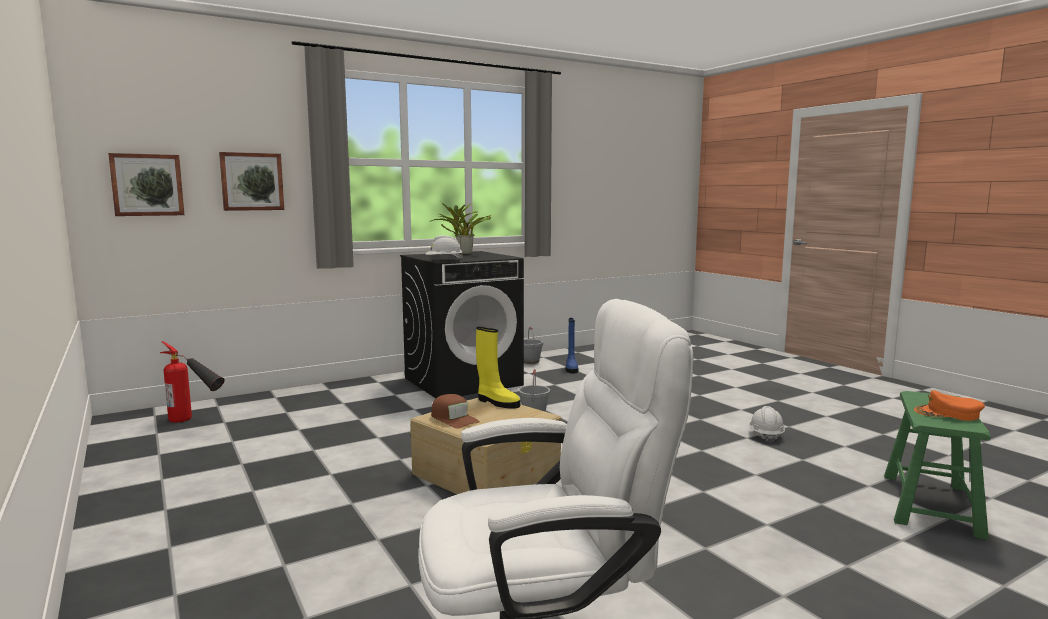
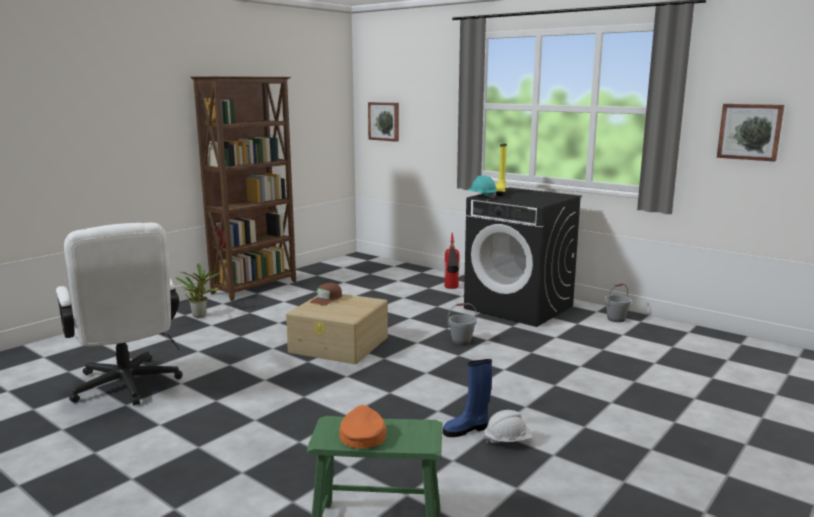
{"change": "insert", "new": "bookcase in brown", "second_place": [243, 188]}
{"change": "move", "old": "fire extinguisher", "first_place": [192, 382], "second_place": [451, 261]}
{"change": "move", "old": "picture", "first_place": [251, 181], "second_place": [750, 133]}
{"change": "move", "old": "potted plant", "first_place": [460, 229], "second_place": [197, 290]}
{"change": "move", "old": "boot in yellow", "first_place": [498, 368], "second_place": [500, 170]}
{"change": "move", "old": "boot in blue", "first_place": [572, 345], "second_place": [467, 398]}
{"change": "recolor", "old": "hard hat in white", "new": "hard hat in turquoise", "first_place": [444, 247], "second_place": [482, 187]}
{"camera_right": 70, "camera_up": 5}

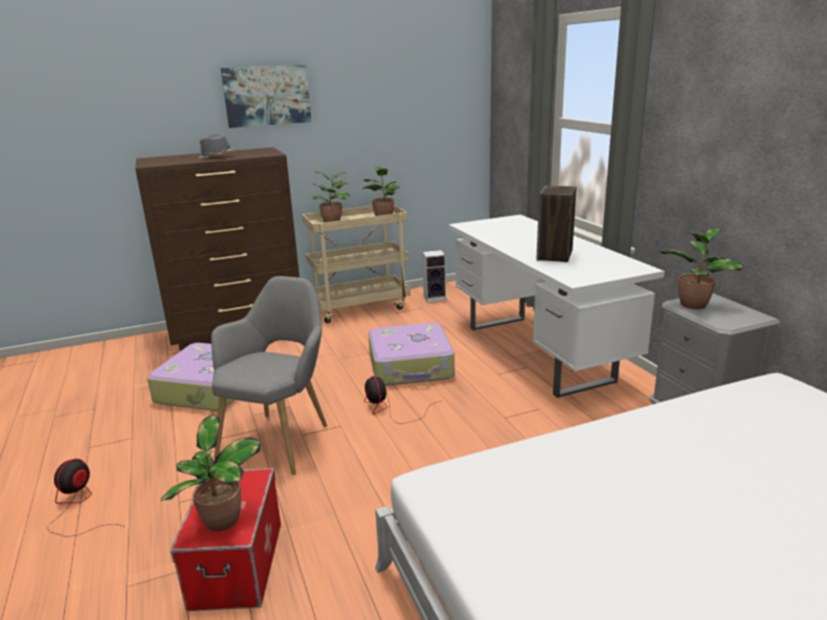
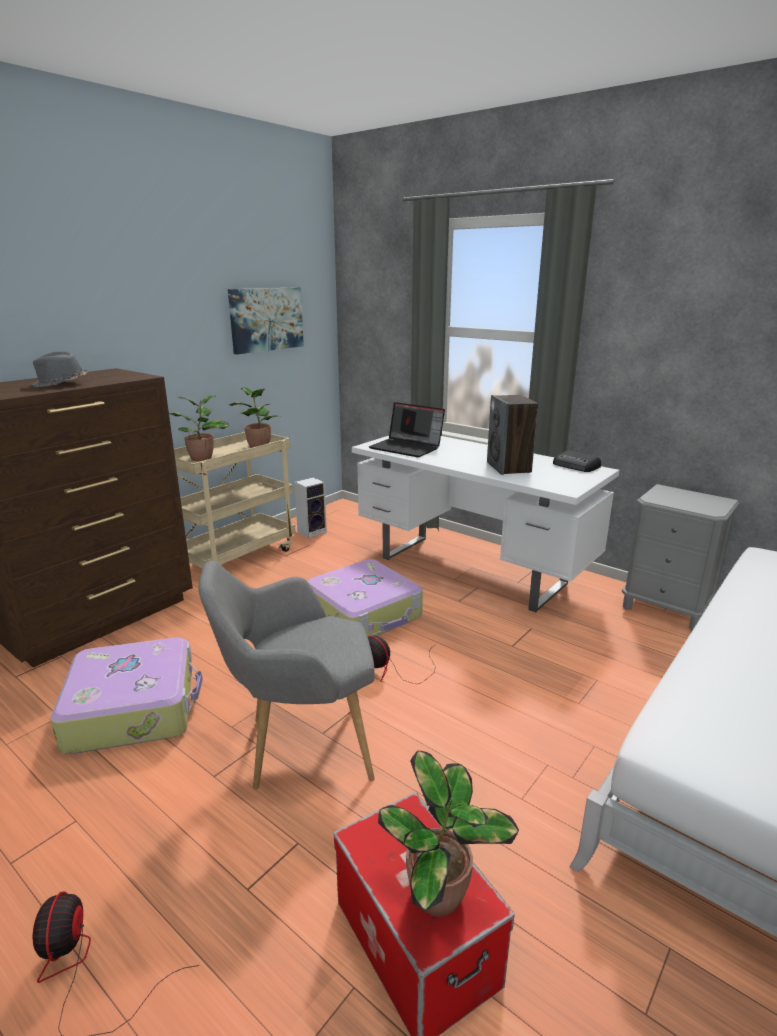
{"change": "delete", "old": "potted plant", "first_place": [701, 268]}
{"change": "insert", "new": "laptop", "second_place": [407, 429]}
{"change": "insert", "new": "radio", "second_place": [577, 461]}
{"change": "move", "old": "picture", "first_place": [266, 96], "second_place": [266, 320]}
{"change": "rotate", "old": "armchair in grey", "first_place": [269, 375], "second_place": [286, 675], "degrees": -90}
{"camera_right": -30, "camera_up": 0}

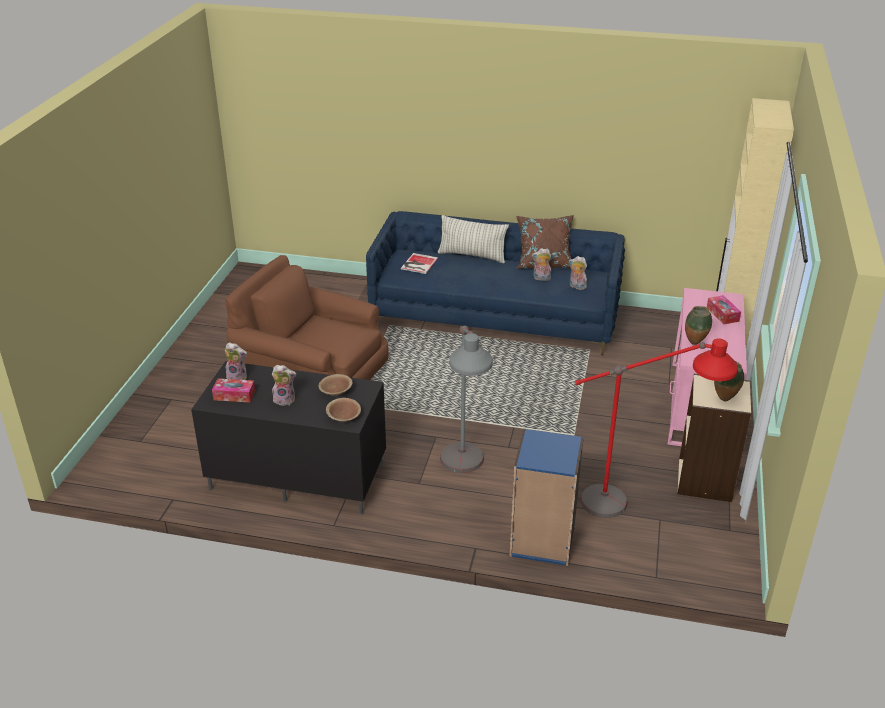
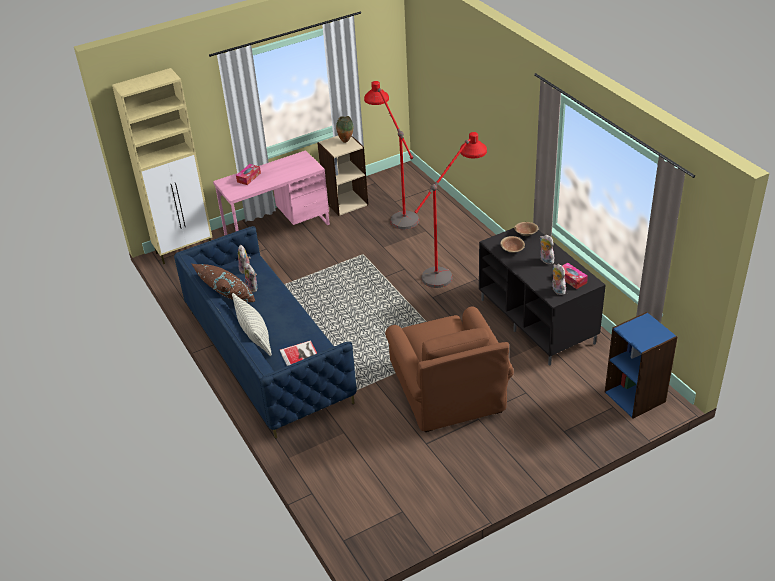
{"change": "delete", "old": "vase", "first_place": [698, 325]}
{"change": "move", "old": "bookcase in blue", "first_place": [546, 497], "second_place": [641, 365]}
{"change": "recolor", "old": "floor lamp in grey", "new": "floor lamp in red", "first_place": [466, 399], "second_place": [450, 210]}
{"camera_right": -130, "camera_up": 5}

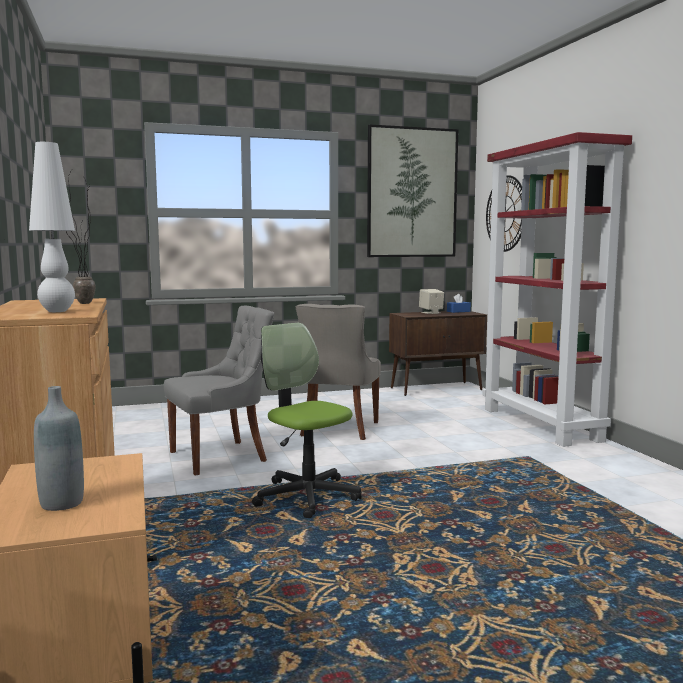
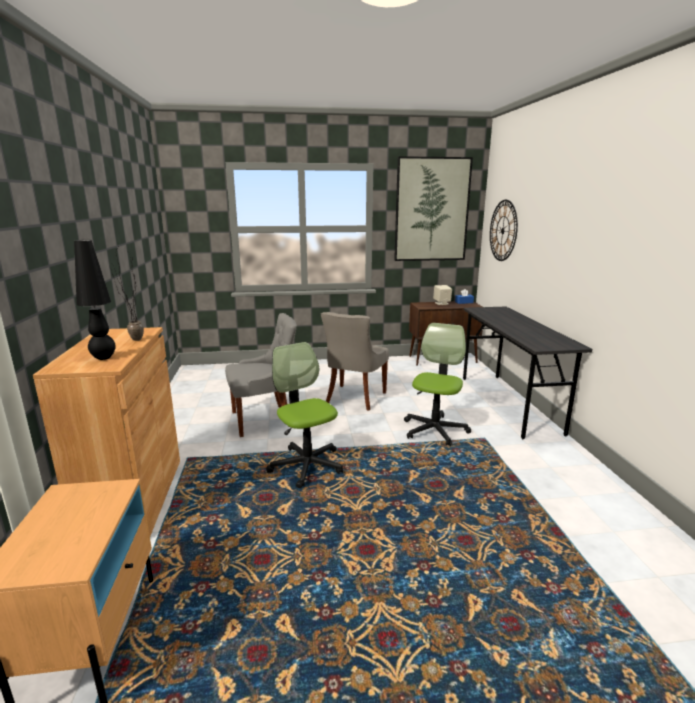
{"change": "delete", "old": "bottle in grey", "first_place": [59, 448]}
{"change": "insert", "new": "office chair", "second_place": [437, 384]}
{"change": "replace", "old": "bookcase in red", "new": "desk in grey", "first_place": [557, 289], "second_place": [527, 373]}
{"change": "recolor", "old": "table lamp in white", "new": "table lamp in black", "first_place": [52, 227], "second_place": [95, 300]}
{"camera_right": 10, "camera_up": 10}

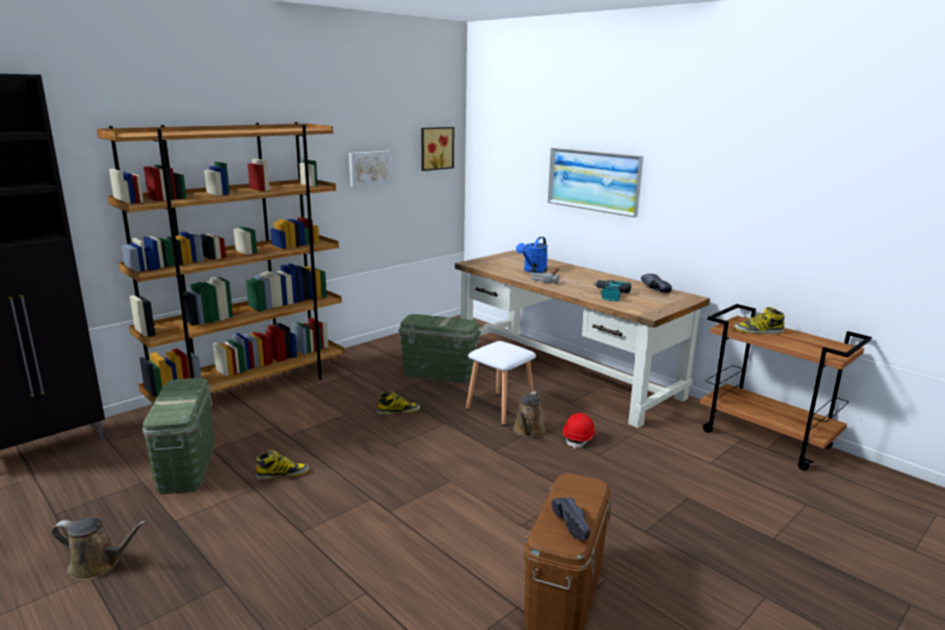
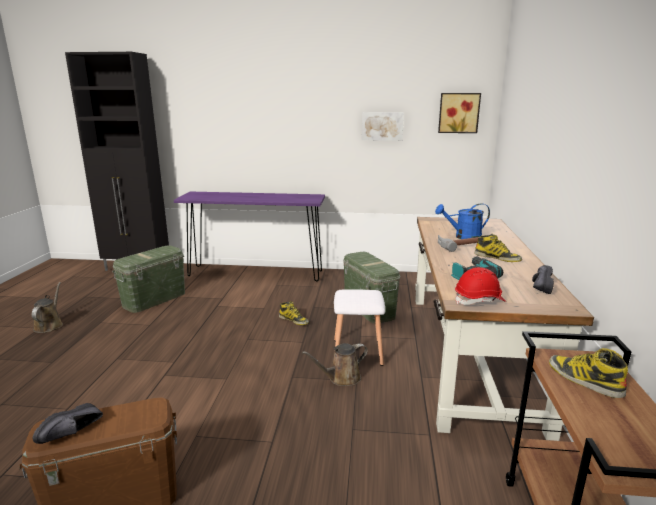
{"change": "delete", "old": "picture", "first_place": [596, 182]}
{"change": "move", "old": "boot", "first_place": [283, 465], "second_place": [498, 248]}
{"change": "move", "old": "hard hat in red", "first_place": [579, 431], "second_place": [480, 286]}
{"change": "replace", "old": "bookcase in brown", "new": "console table in purple", "first_place": [220, 263], "second_place": [249, 236]}
{"change": "rotate", "old": "watering can in brown", "first_place": [99, 549], "second_place": [47, 307], "degrees": -150}
{"camera_right": 50, "camera_up": 0}

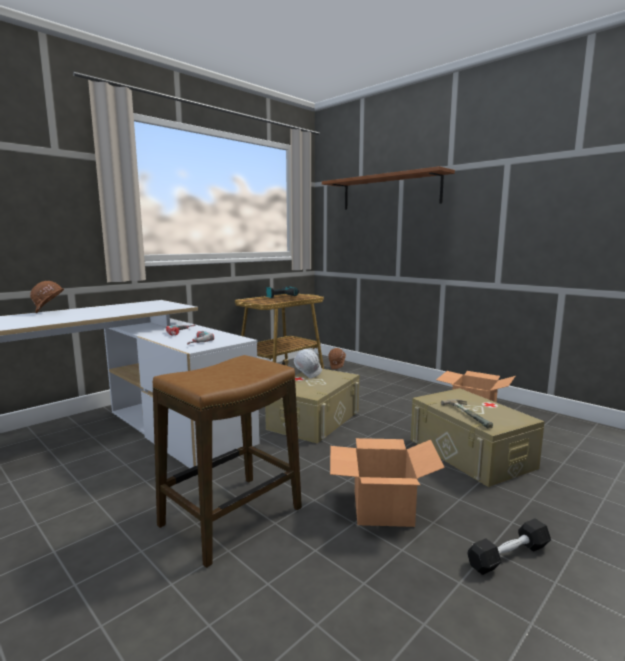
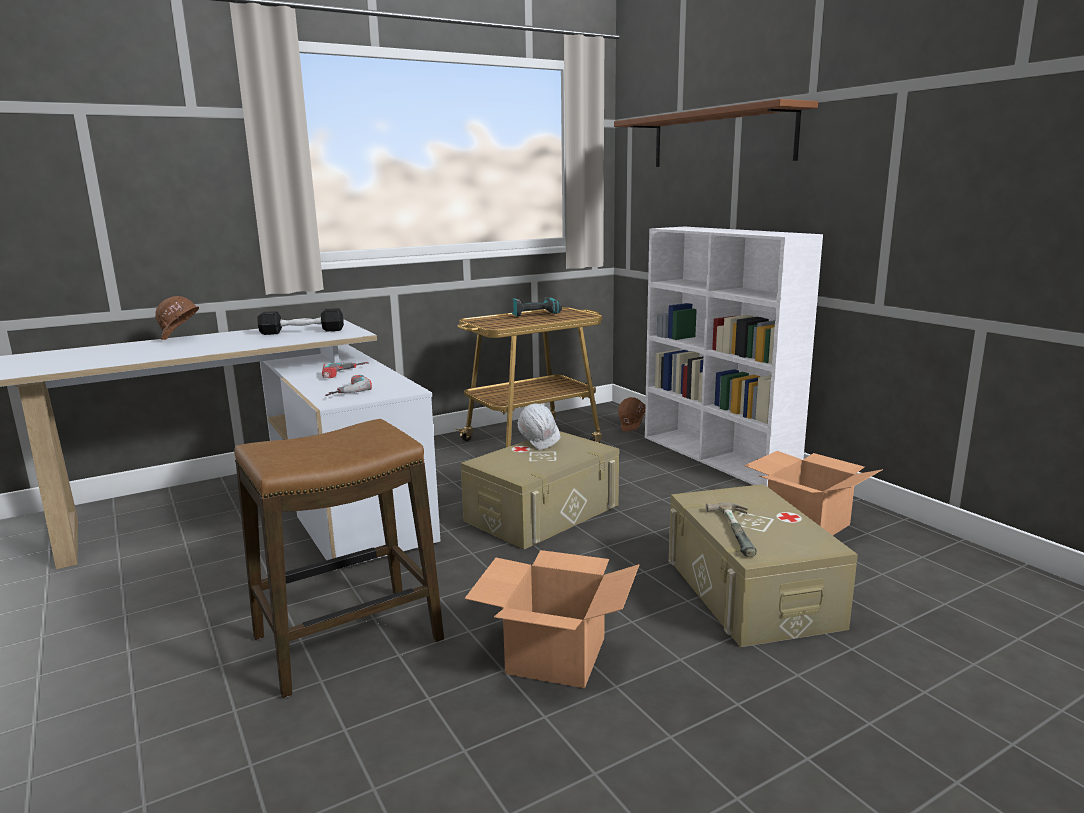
{"change": "insert", "new": "bookcase in white", "second_place": [734, 357]}
{"change": "move", "old": "dumbbell in black", "first_place": [509, 547], "second_place": [300, 321]}
{"camera_right": 15, "camera_up": 5}

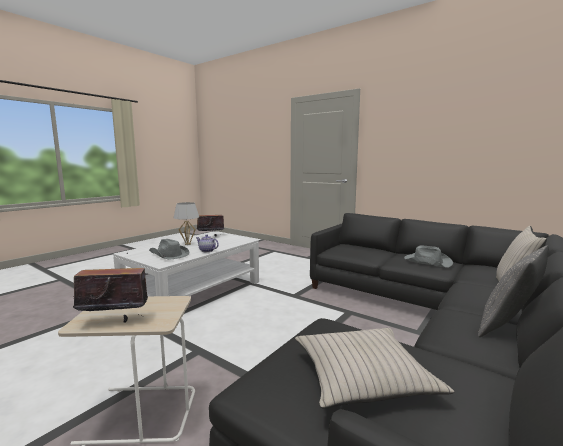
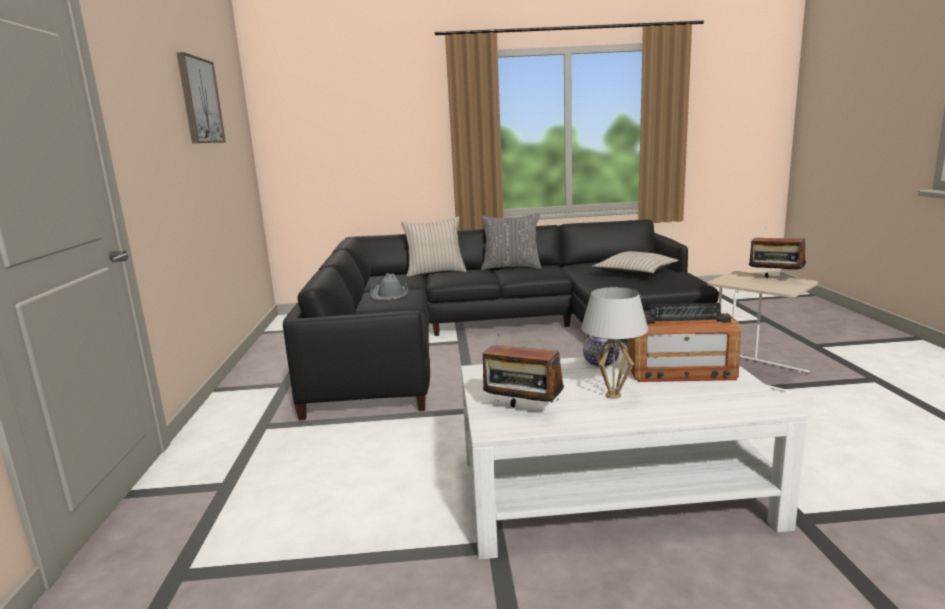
{"change": "insert", "new": "picture", "second_place": [201, 97]}
{"change": "replace", "old": "hat in grey", "new": "radio", "first_place": [169, 249], "second_place": [684, 342]}
{"camera_right": -130, "camera_up": 5}

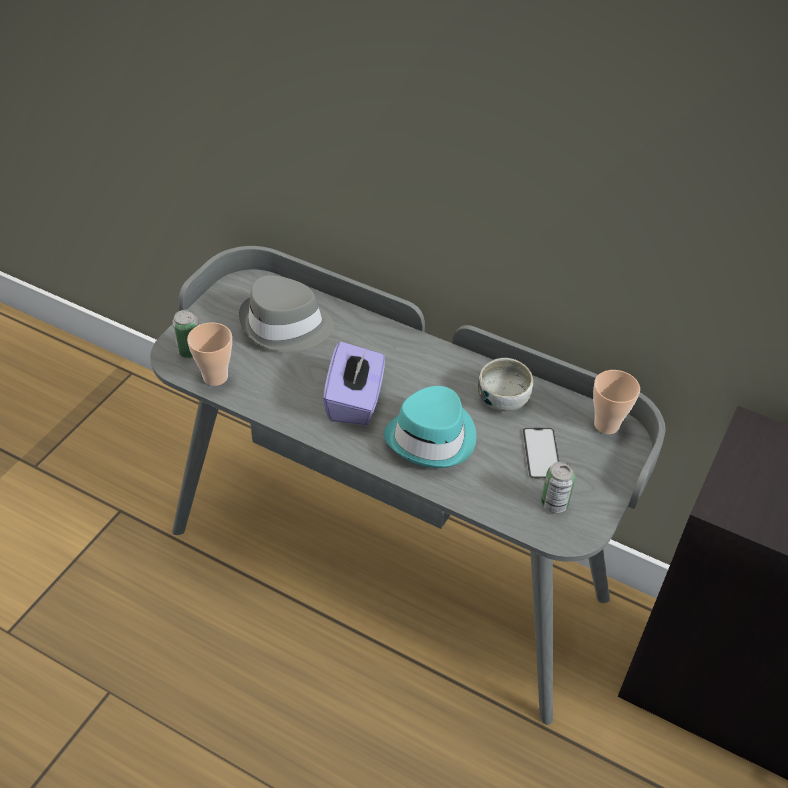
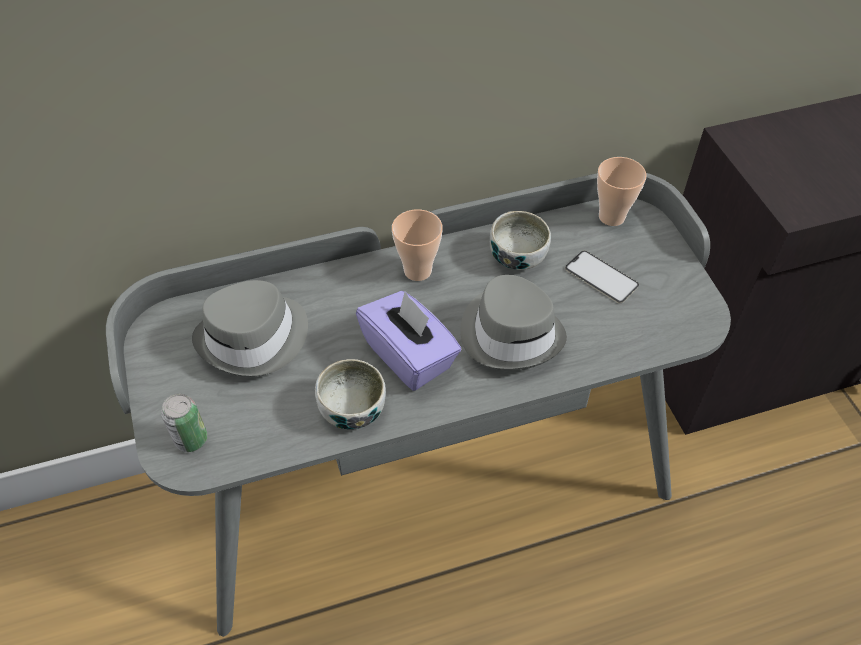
{"change": "delete", "old": "can", "first_place": [558, 487]}
{"change": "insert", "new": "bowl", "second_place": [350, 394]}
{"change": "move", "old": "cup", "first_place": [209, 354], "second_place": [417, 245]}
{"change": "recolor", "old": "hat in turquoise", "new": "hat in grey", "first_place": [430, 427], "second_place": [513, 322]}
{"camera_right": -45, "camera_up": 5}

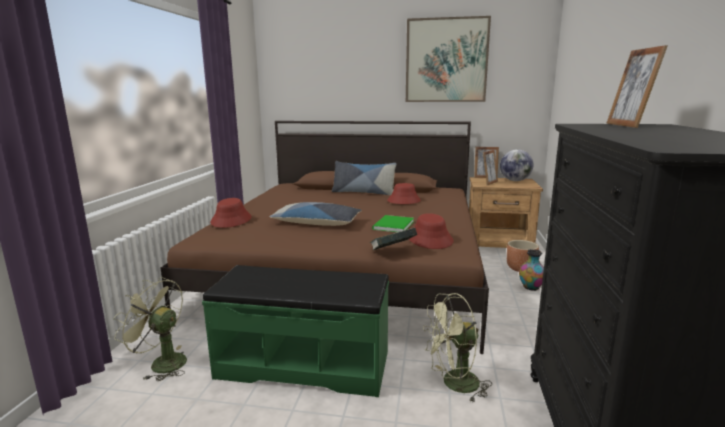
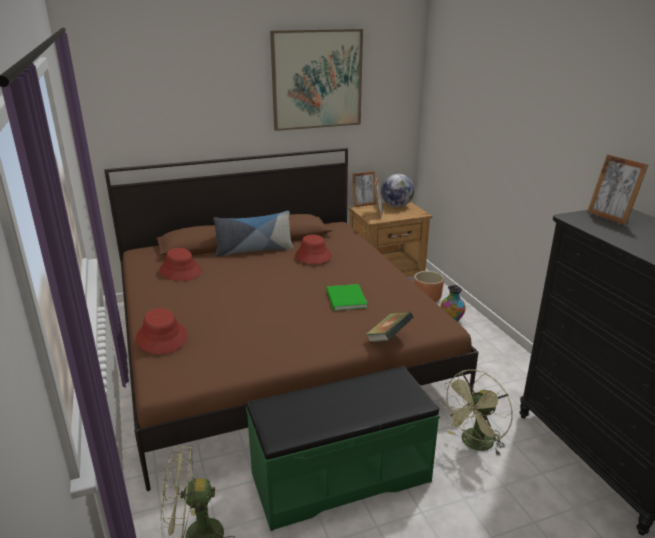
{"change": "delete", "old": "pillow", "first_place": [316, 214]}
{"change": "move", "old": "hat in red", "first_place": [431, 231], "second_place": [181, 264]}
{"camera_right": -30, "camera_up": 10}

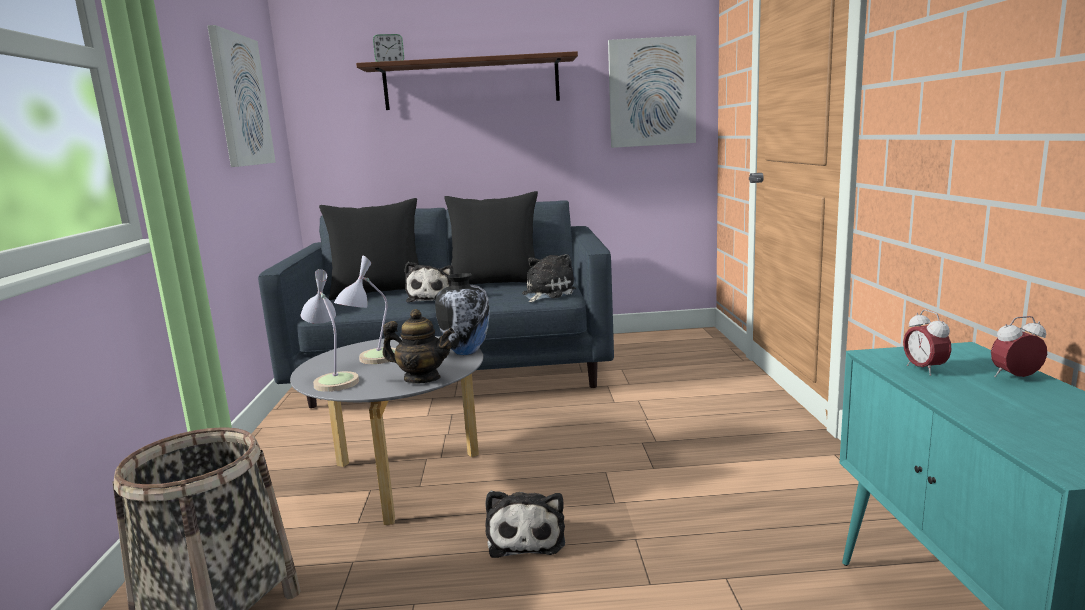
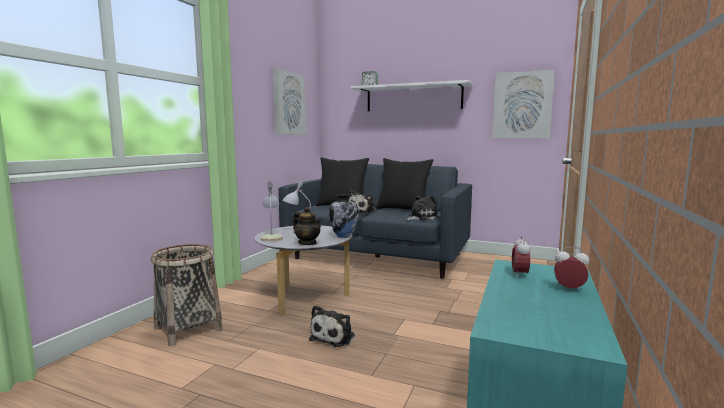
{"change": "recolor", "old": "shelf in brown", "new": "shelf in white", "first_place": [467, 80], "second_place": [412, 95]}
{"camera_right": 25, "camera_up": -5}

